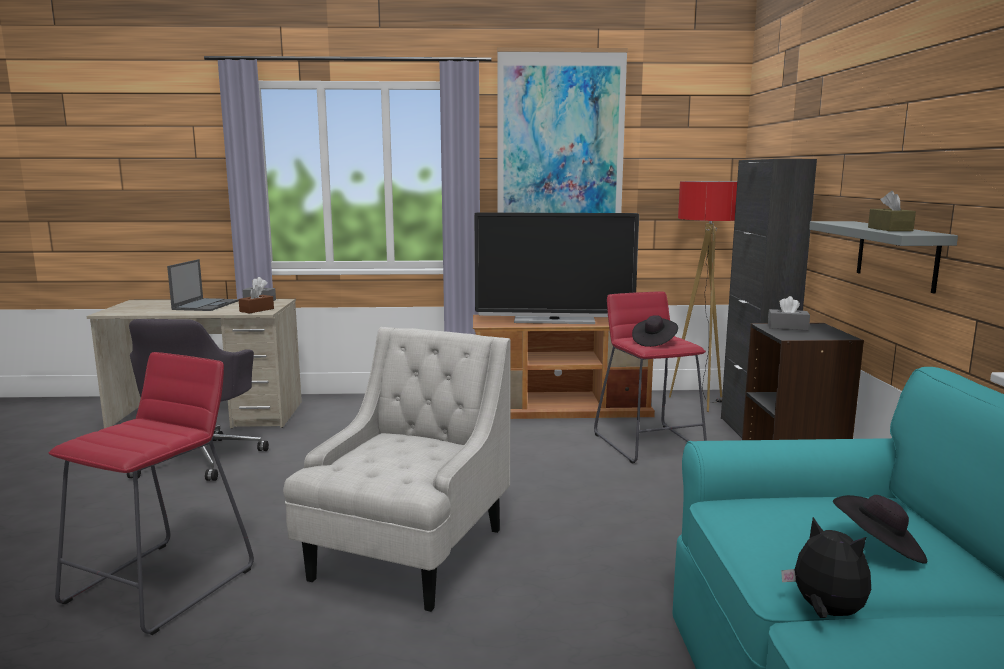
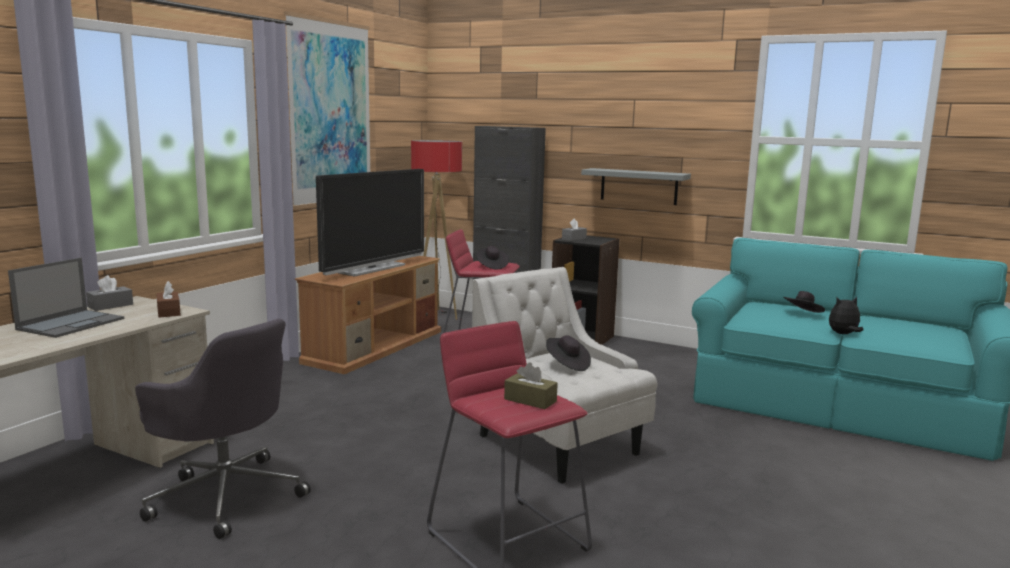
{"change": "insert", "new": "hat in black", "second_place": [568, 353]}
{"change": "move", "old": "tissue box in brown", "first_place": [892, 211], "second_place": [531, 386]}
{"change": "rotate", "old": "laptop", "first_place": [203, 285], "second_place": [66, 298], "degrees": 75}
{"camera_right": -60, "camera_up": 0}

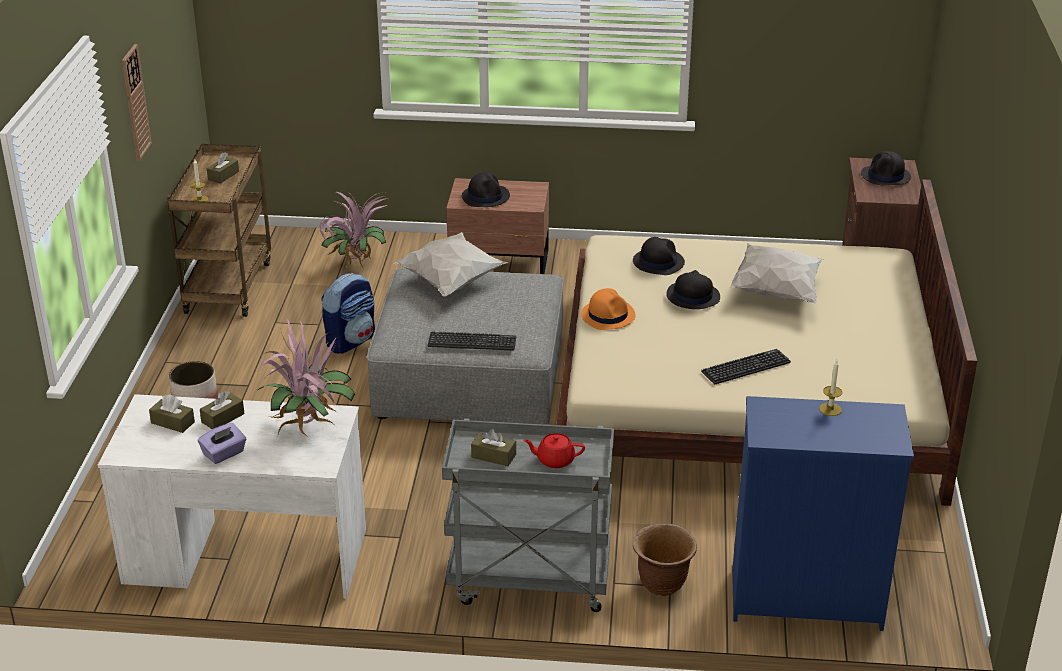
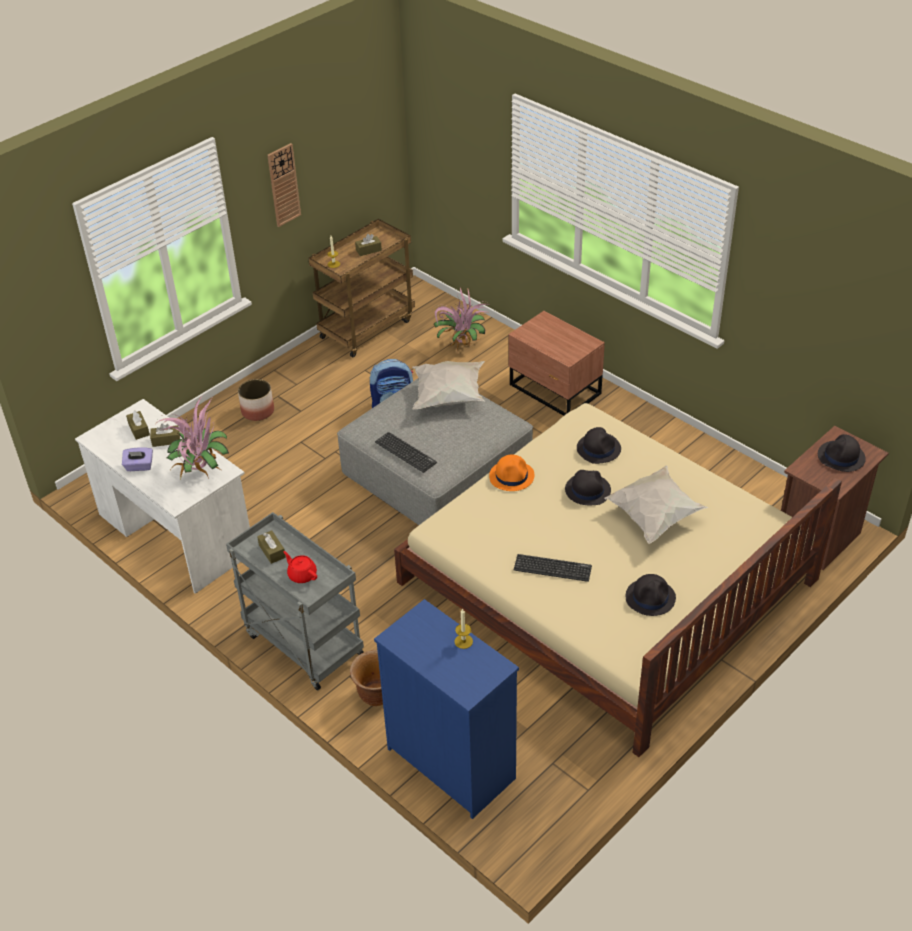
{"change": "move", "old": "hat in black", "first_place": [486, 189], "second_place": [651, 595]}
{"camera_right": 40, "camera_up": 10}

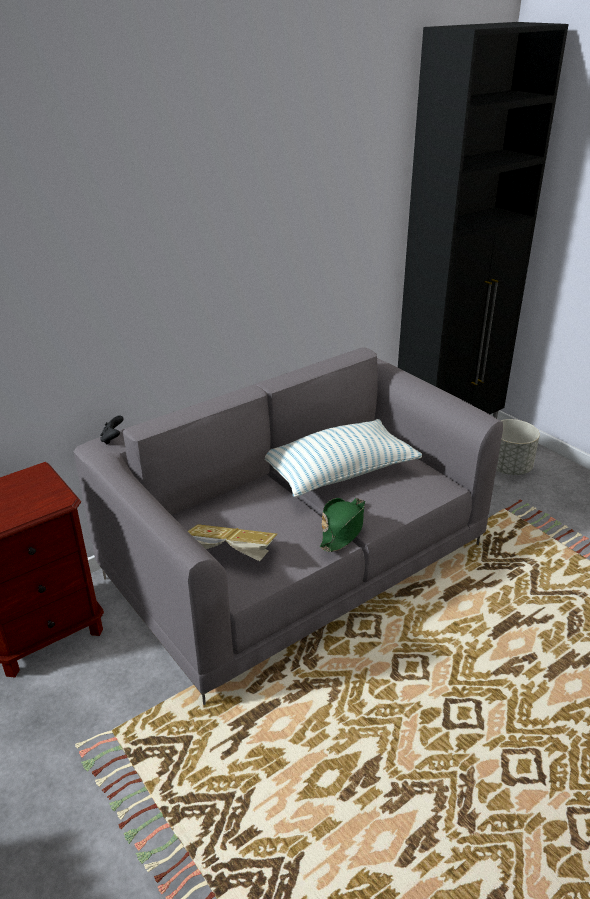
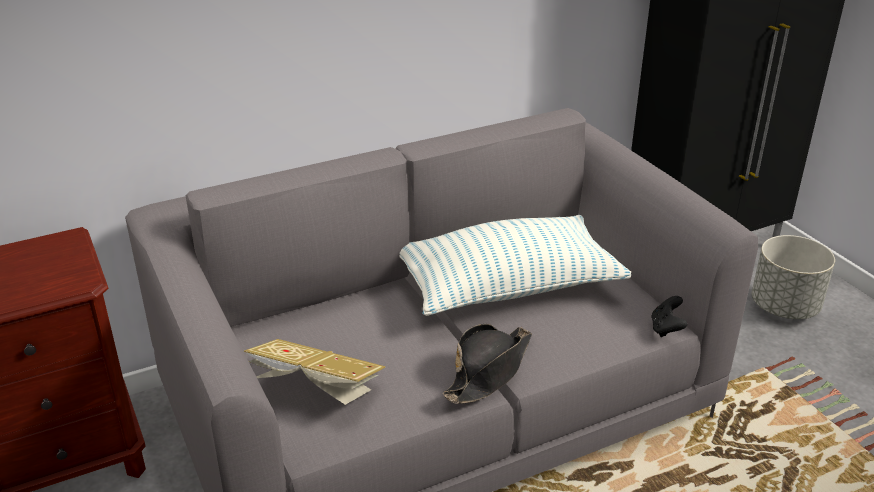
{"change": "move", "old": "game controller in black", "first_place": [112, 430], "second_place": [669, 316]}
{"change": "recolor", "old": "hat in green", "new": "hat in black", "first_place": [342, 525], "second_place": [487, 364]}
{"camera_right": 10, "camera_up": 0}

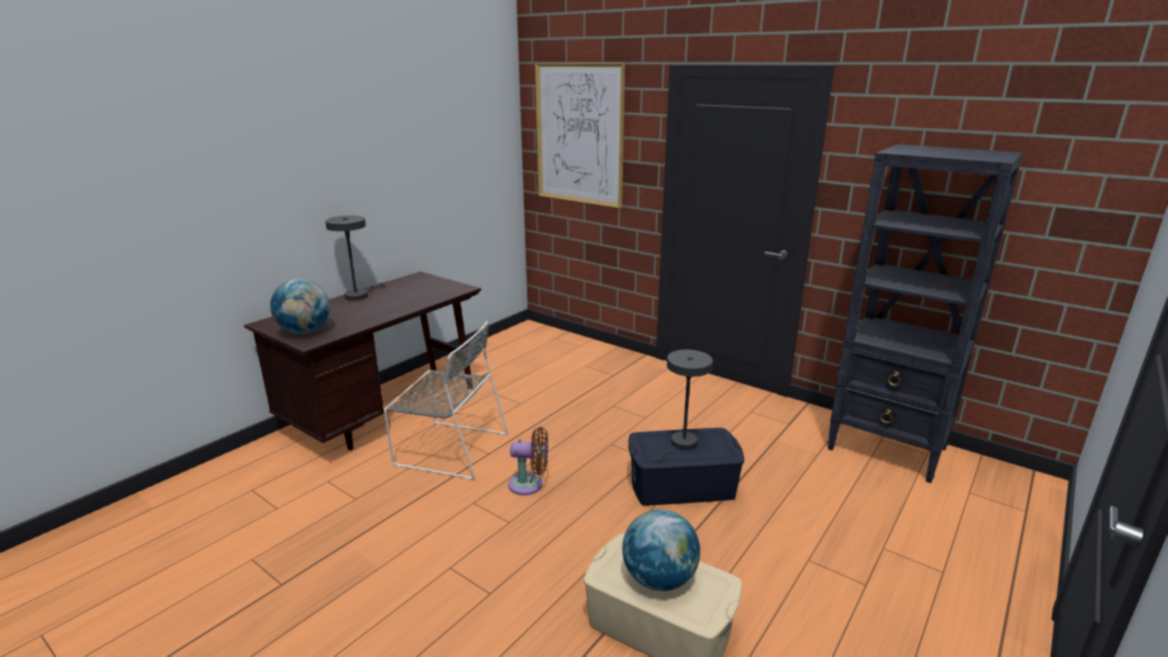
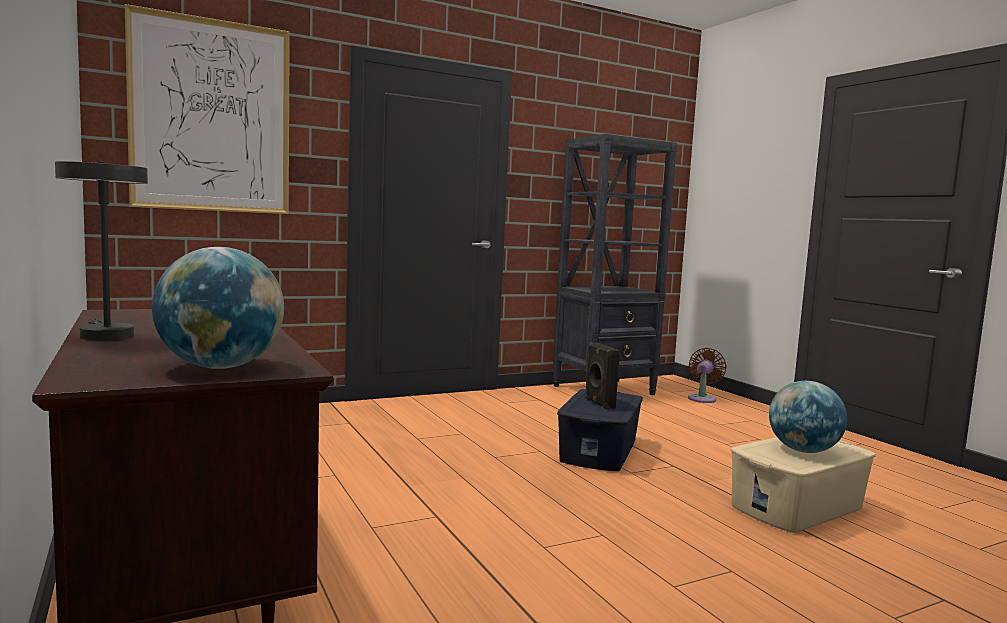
{"change": "delete", "old": "chair in grey", "first_place": [446, 400]}
{"change": "move", "old": "fan in brown", "first_place": [528, 461], "second_place": [707, 375]}
{"change": "replace", "old": "table lamp in grey", "new": "speaker in black", "first_place": [683, 405], "second_place": [602, 376]}
{"camera_right": -65, "camera_up": -15}

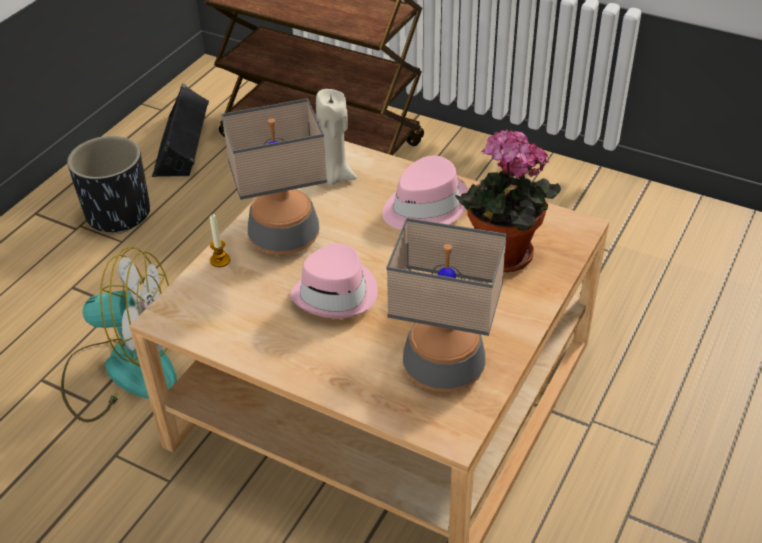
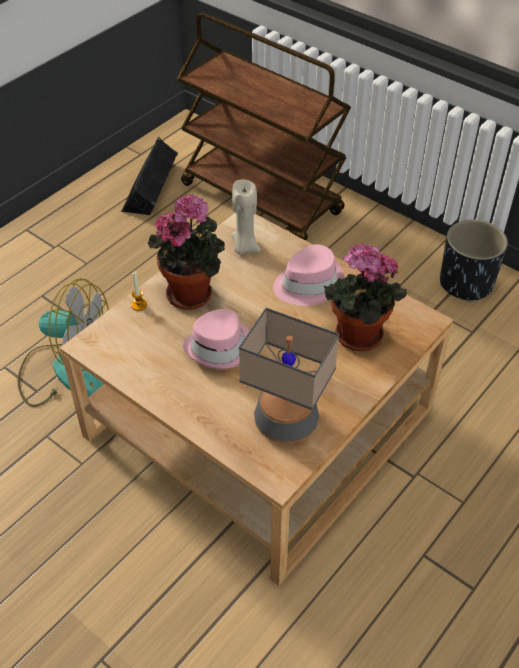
{"change": "move", "old": "planter in black", "first_place": [108, 185], "second_place": [474, 260]}
{"change": "replace", "old": "table lamp", "new": "potted plant", "first_place": [274, 176], "second_place": [186, 251]}
{"camera_right": 10, "camera_up": 5}

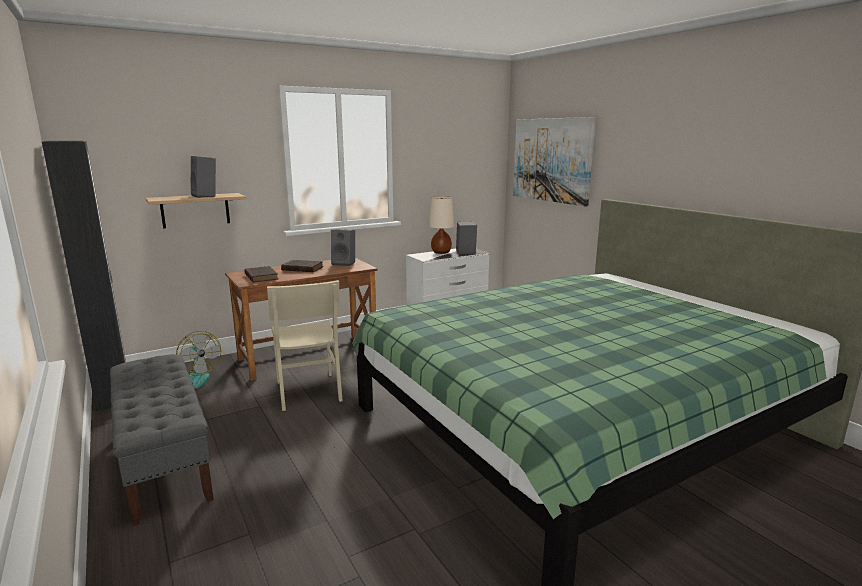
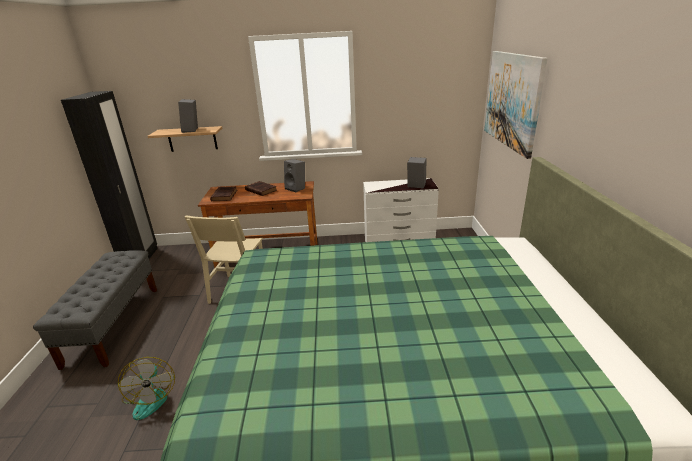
{"change": "delete", "old": "table lamp in beige", "first_place": [441, 225]}
{"change": "move", "old": "fan", "first_place": [198, 360], "second_place": [146, 388]}
{"camera_right": 30, "camera_up": 10}

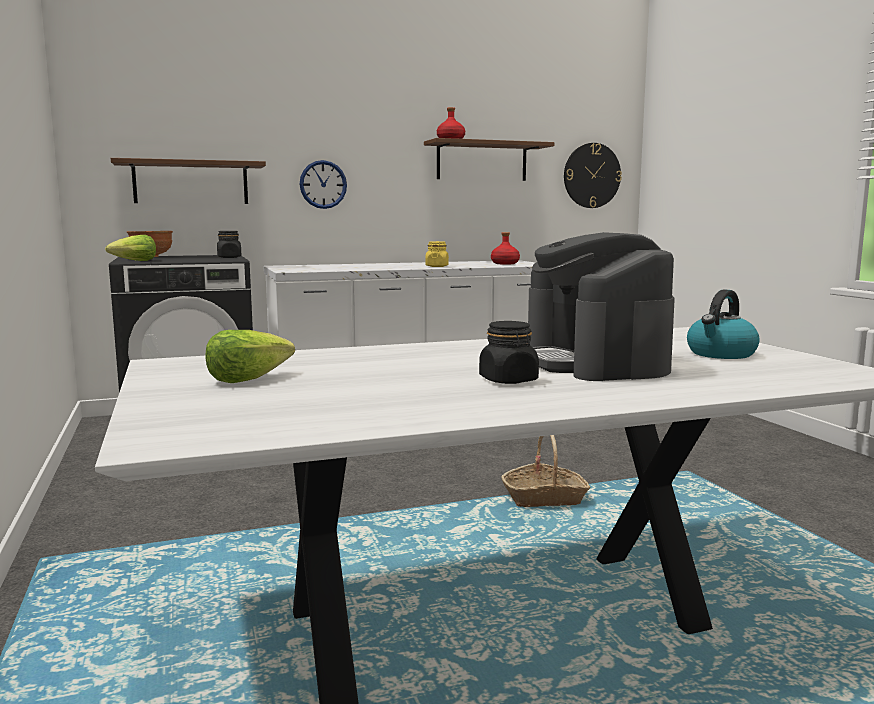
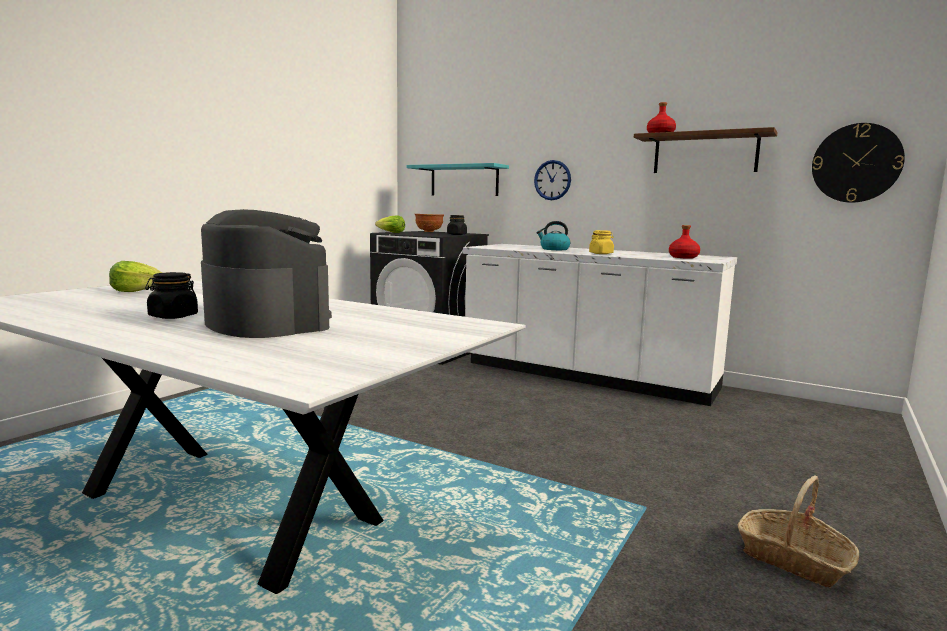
{"change": "move", "old": "basket", "first_place": [546, 471], "second_place": [798, 531]}
{"change": "move", "old": "kettle", "first_place": [723, 324], "second_place": [553, 235]}
{"change": "recolor", "old": "shelf in brown", "new": "shelf in turquoise", "first_place": [188, 181], "second_place": [458, 179]}
{"change": "rotate", "old": "coffee machine", "first_place": [601, 306], "second_place": [266, 273], "degrees": 105}
{"camera_right": 50, "camera_up": 0}

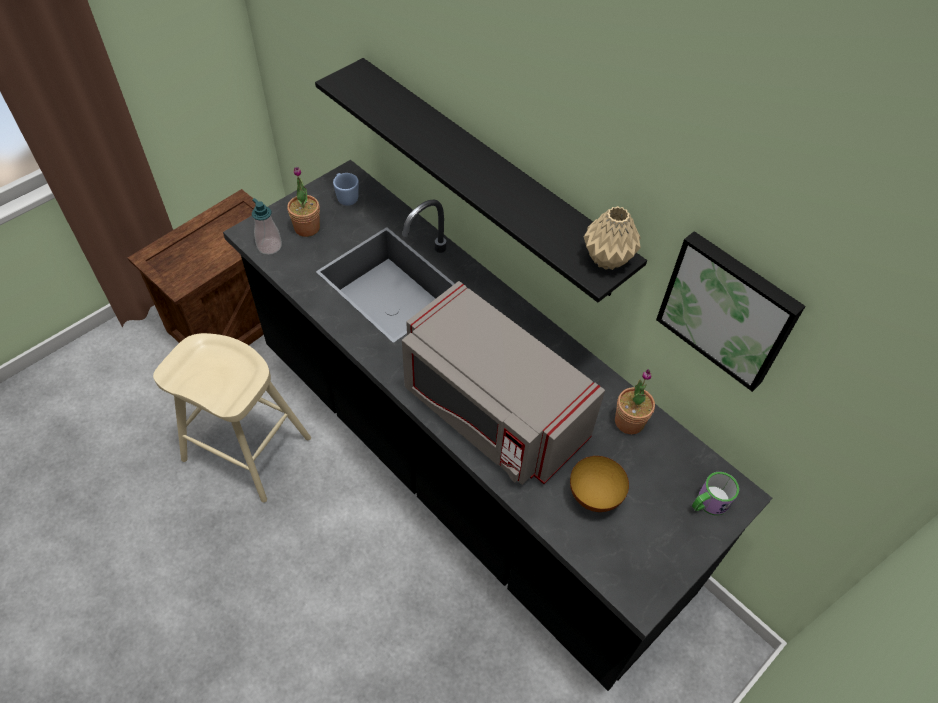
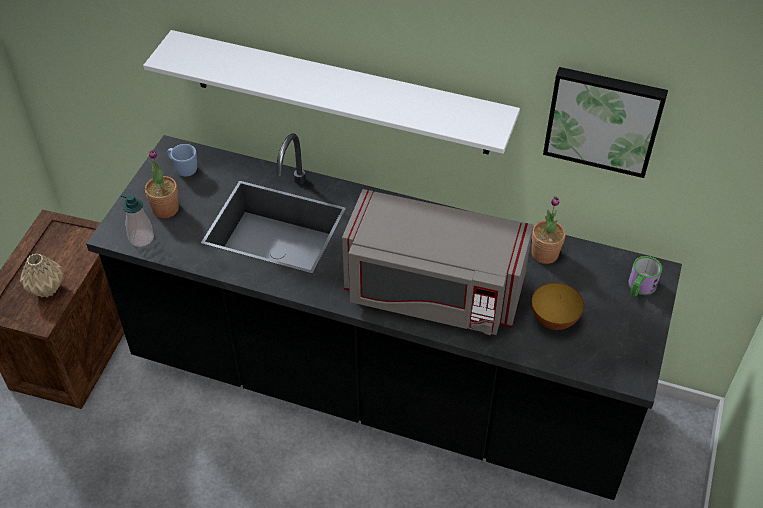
{"change": "delete", "old": "stool in beige", "first_place": [232, 417]}
{"change": "move", "old": "vase in beige", "first_place": [612, 238], "second_place": [41, 275]}
{"change": "recolor", "old": "shelf in black", "new": "shelf in white", "first_place": [481, 180], "second_place": [331, 92]}
{"camera_right": -25, "camera_up": -5}

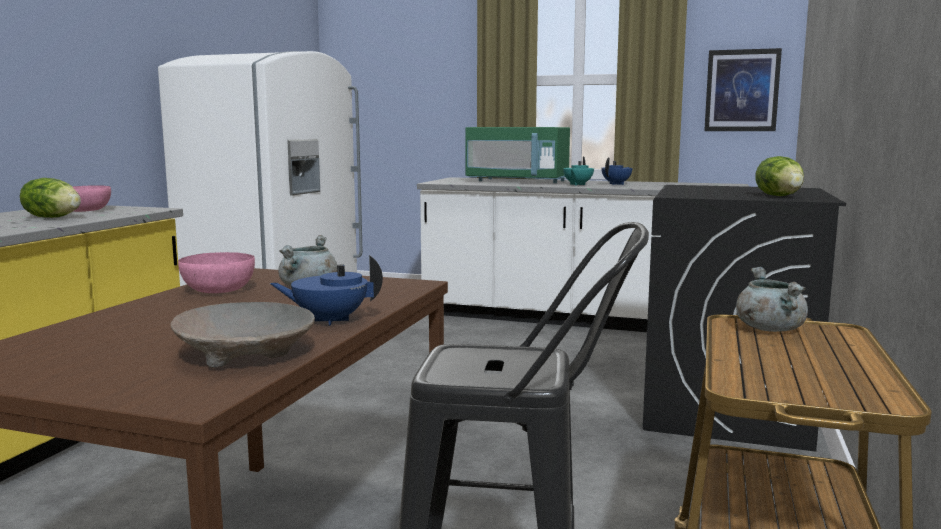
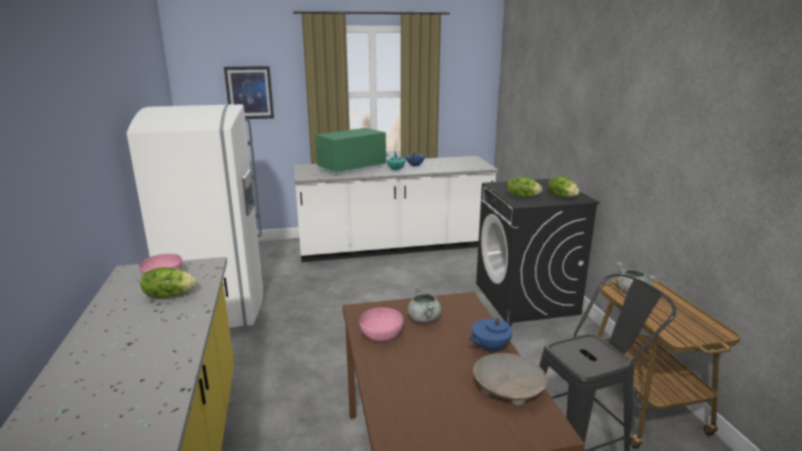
{"change": "insert", "new": "lettuce", "second_place": [524, 187]}
{"change": "move", "old": "picture", "first_place": [743, 89], "second_place": [249, 92]}
{"change": "rotate", "old": "microwave in green", "first_place": [518, 155], "second_place": [351, 151], "degrees": 150}
{"camera_right": -30, "camera_up": 10}

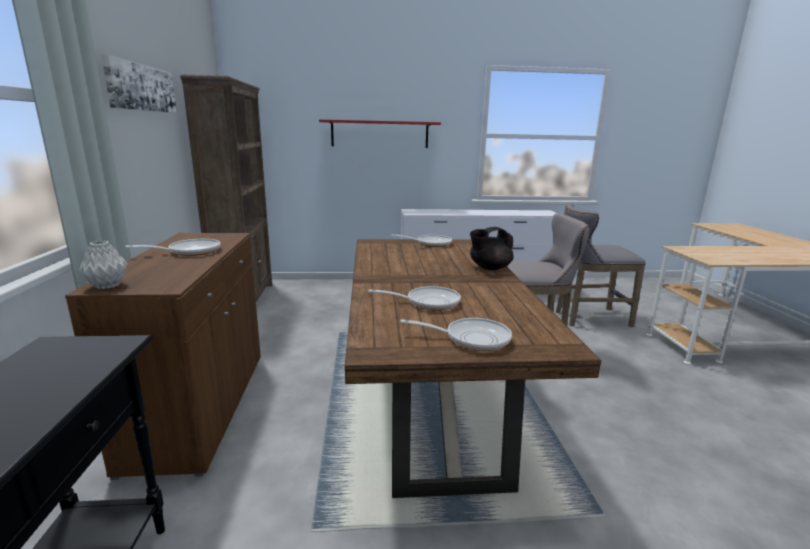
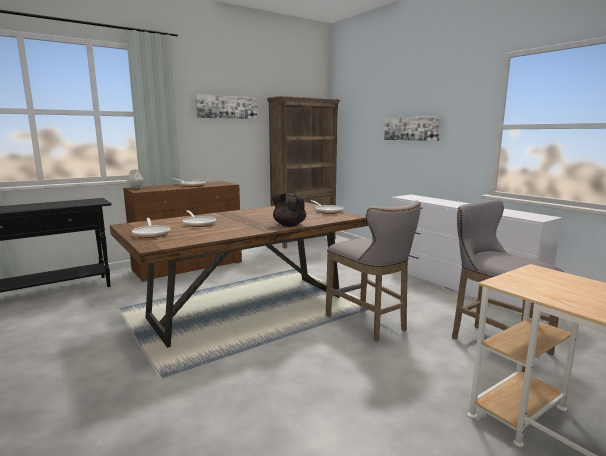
{"change": "replace", "old": "shelf in red", "new": "picture", "first_place": [380, 133], "second_place": [412, 128]}
{"camera_right": 60, "camera_up": -5}

